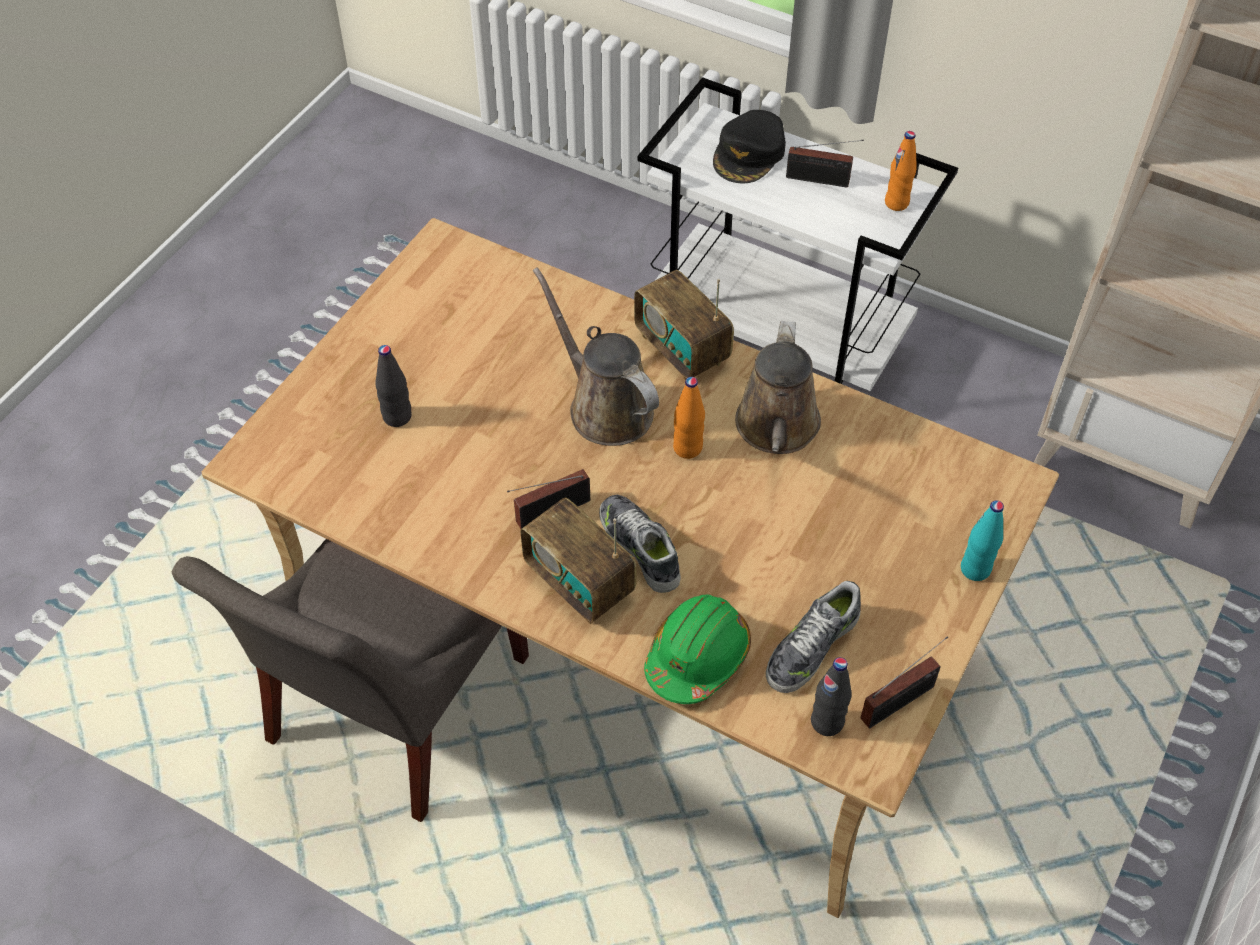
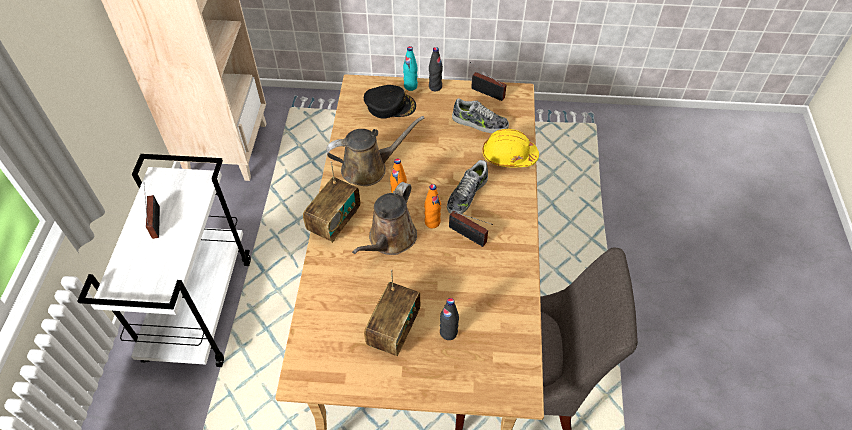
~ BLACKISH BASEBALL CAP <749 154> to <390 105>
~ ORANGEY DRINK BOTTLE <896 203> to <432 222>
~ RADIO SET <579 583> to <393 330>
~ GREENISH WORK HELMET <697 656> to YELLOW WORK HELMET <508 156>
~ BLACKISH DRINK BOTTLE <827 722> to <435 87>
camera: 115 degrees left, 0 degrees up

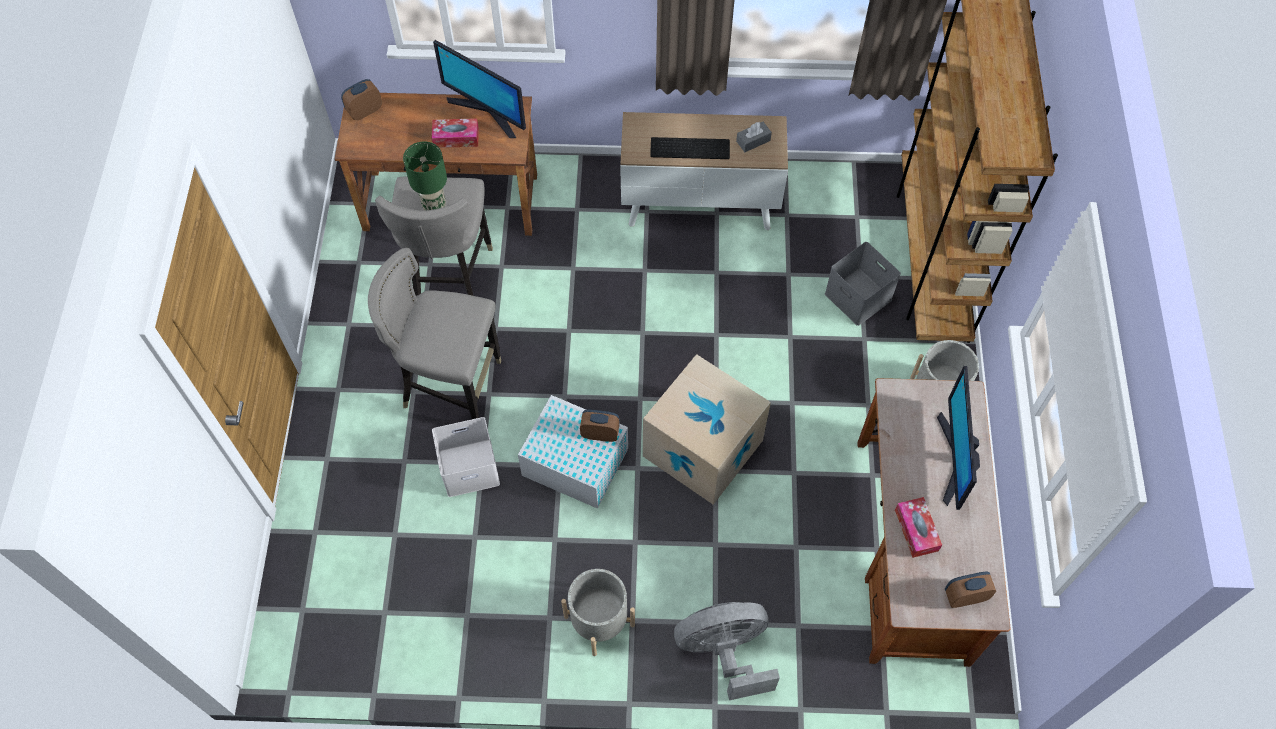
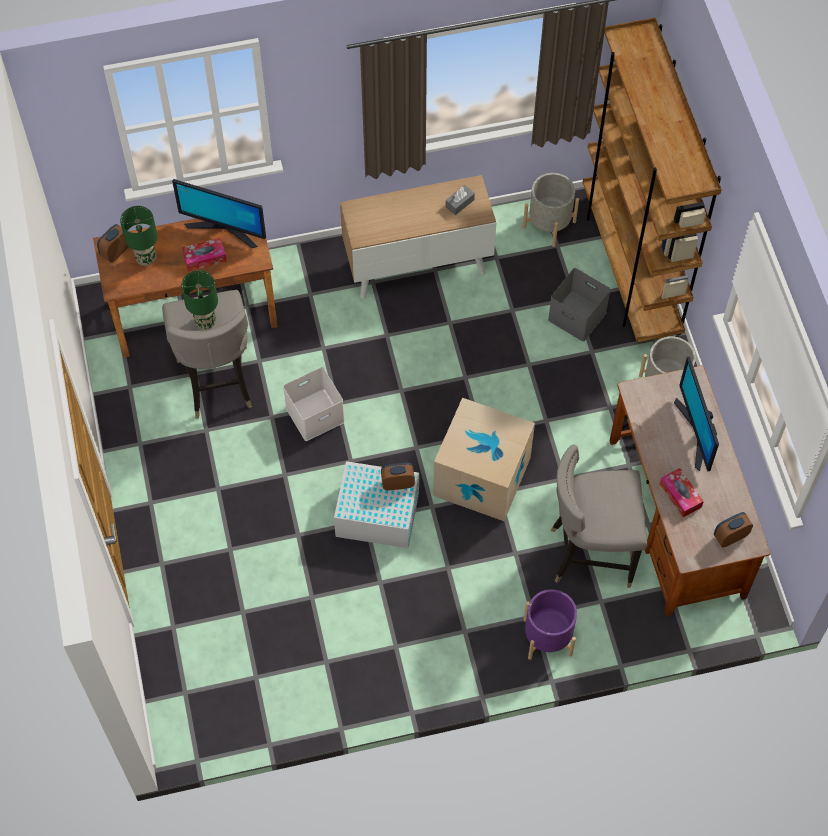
- COMPUTER KEYBOARD <690 147>
~ GREY SITTING STOOL <451 387> to <590 553>
~ WHITE-COLOURED STORAGE BOX <468 469> to <314 416>
~ GREY PLANTER <599 621> to <549 224>
~ GREY COOLING FAN <725 652> to PURPLE-COLOURED PLANTER <547 637>
+ GREENISH LAMP FOR A TABLE <146 258>
camera: 15 degrees left, 0 degrees up

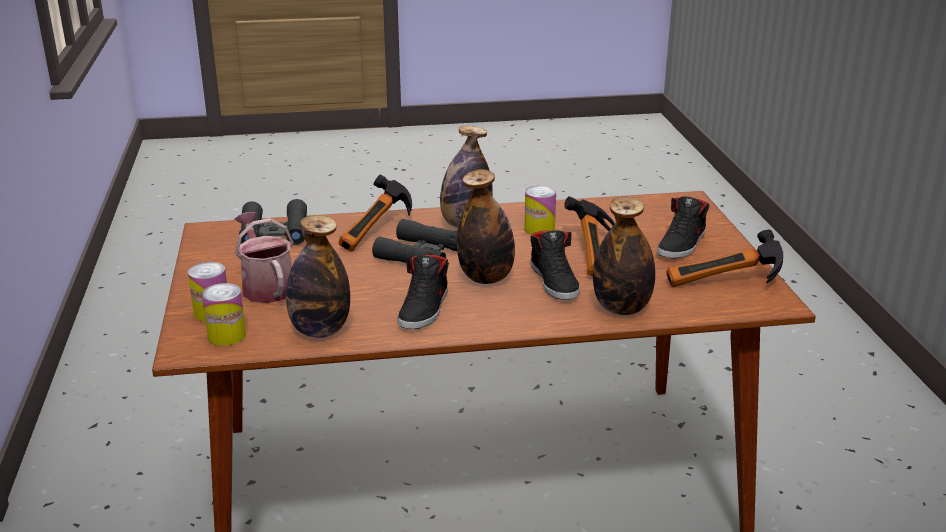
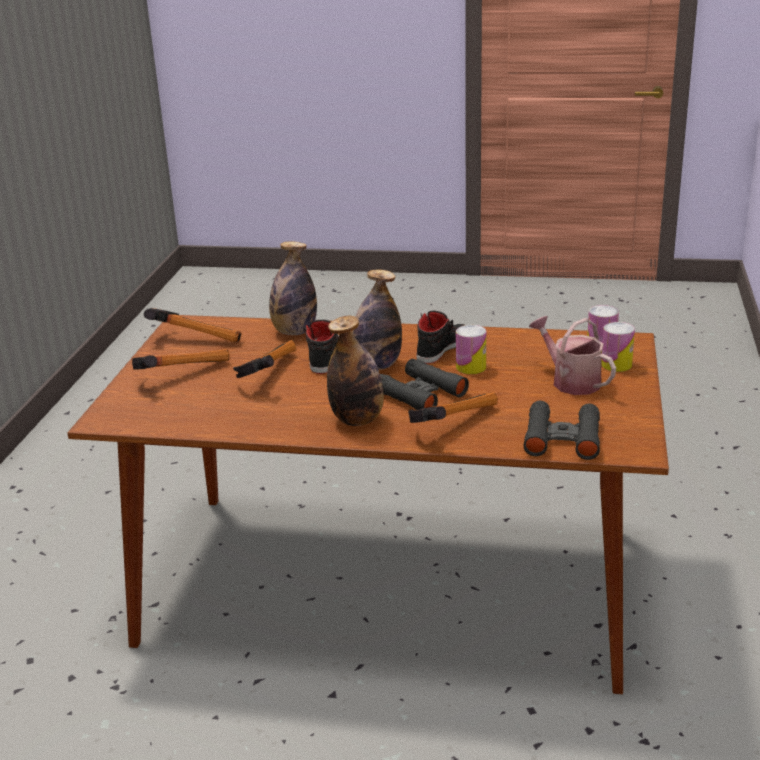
~ SEALED CAN <539 229> to <471 367>
~ BLACKISH ITEM OF FOOTWEAR <682 245> to HAND HAMMER <180 373>
~ SPRINKLING CAN <266 286> = <571 381> 150 degrees clockwise
- DRINK BOTTLE <320 330>
camera: 160 degrees left, 0 degrees up

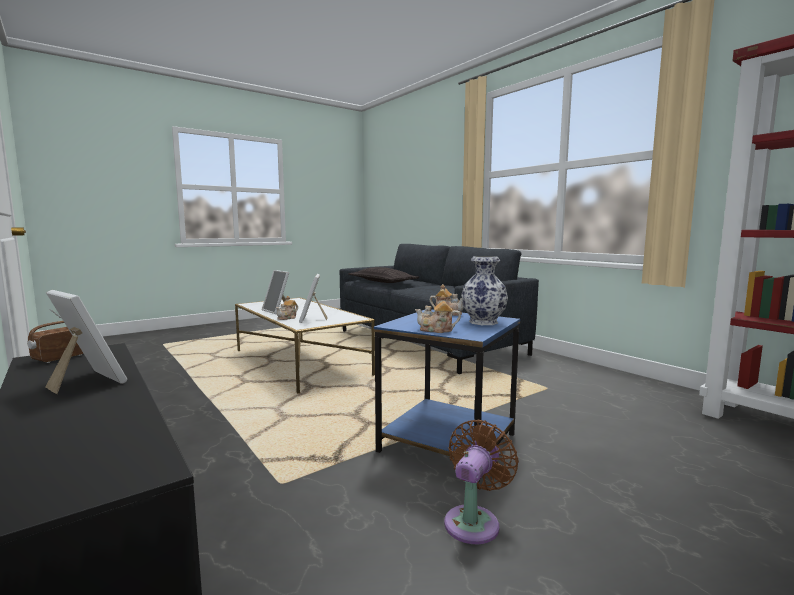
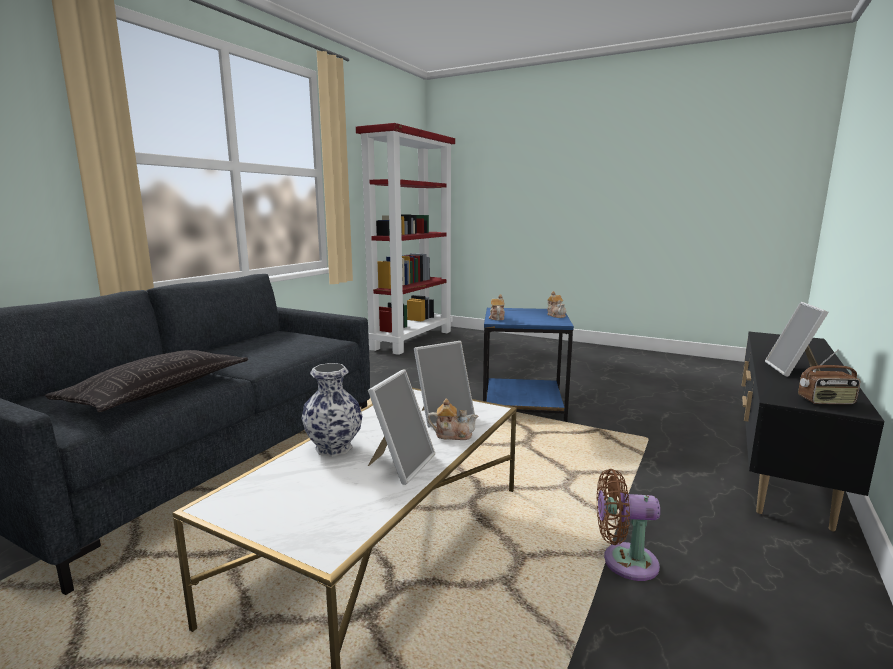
~ FLOWER VASE <482 322> to <334 448>
~ BROWNISH COOLING FAN <474 521> to <624 561>
camera: 115 degrees left, 5 degrees up

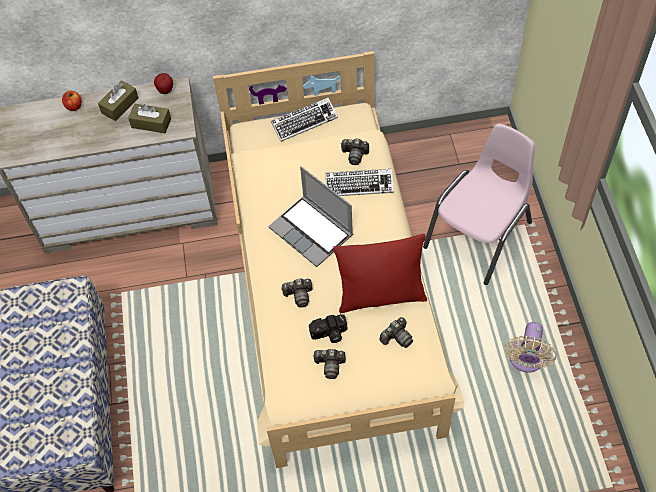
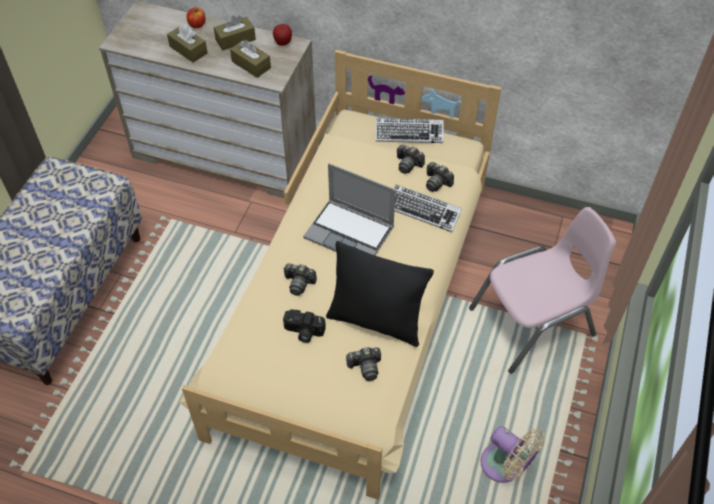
~ LAPTOP <312 232> = <350 232> 45 degrees counterclockwise
~ RED PILLOW <381 296> to BLACKISH PILLOW <376 321>
~ BEIGE COOLING FAN <526 360> = <505 466> 90 degrees counterclockwise
~ PHOTO CAMERA <330 365> to <408 164>
+ BROWNISH TISSUE BOX <188 50>
camera: 25 degrees right, 5 degrees down

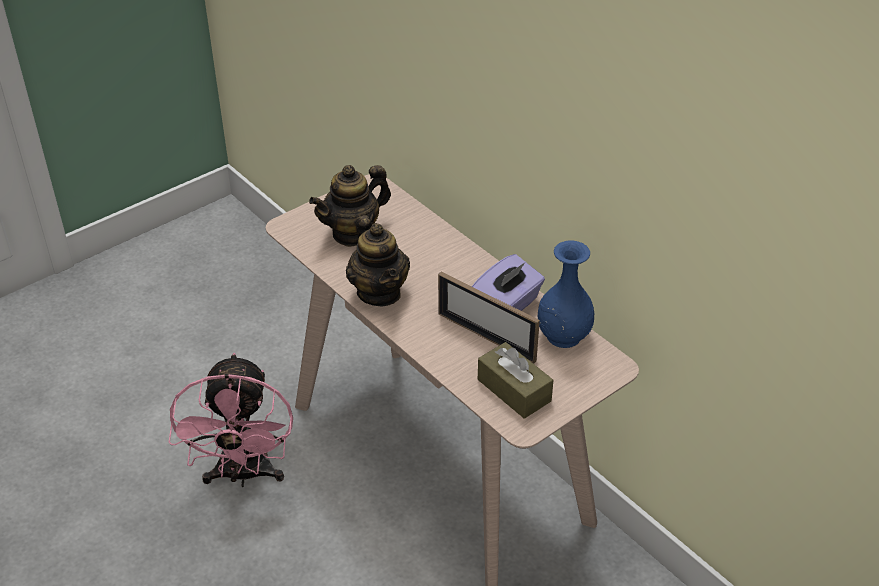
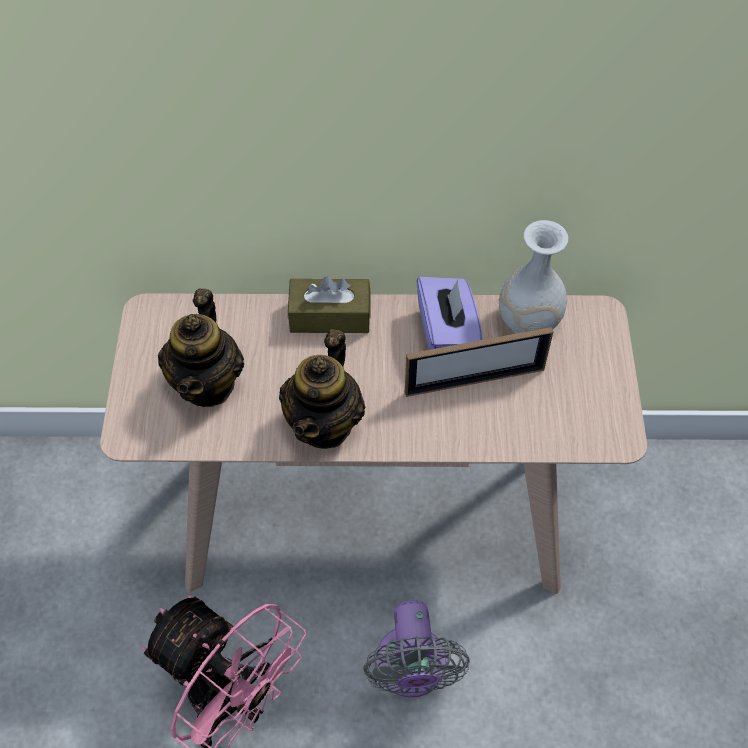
~ POT FOR TEA <379 292> = <325 423> 90 degrees clockwise
~ BLUISH FLOWER VASE <563 335> to WHITE-COLOURED FLOWER VASE <527 321>
~ BROWNISH TISSUE BOX <514 390> to <330 316>
+ GREY COOLING FAN <411 670>
camera: 50 degrees left, 15 degrees up

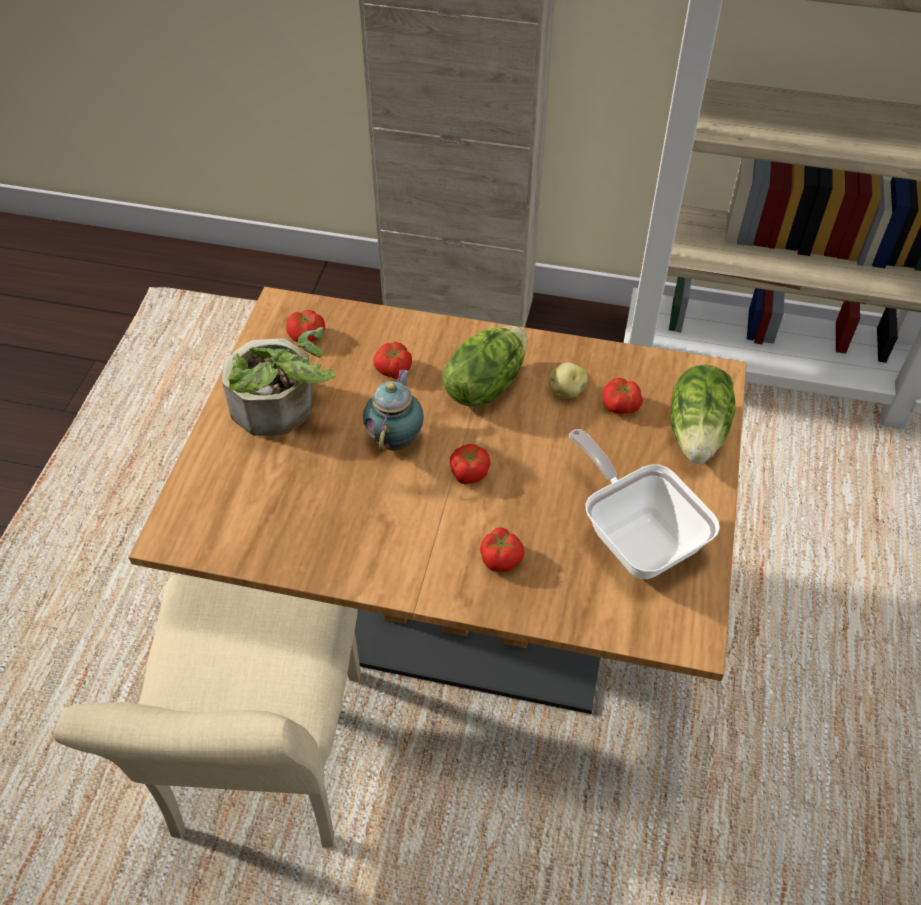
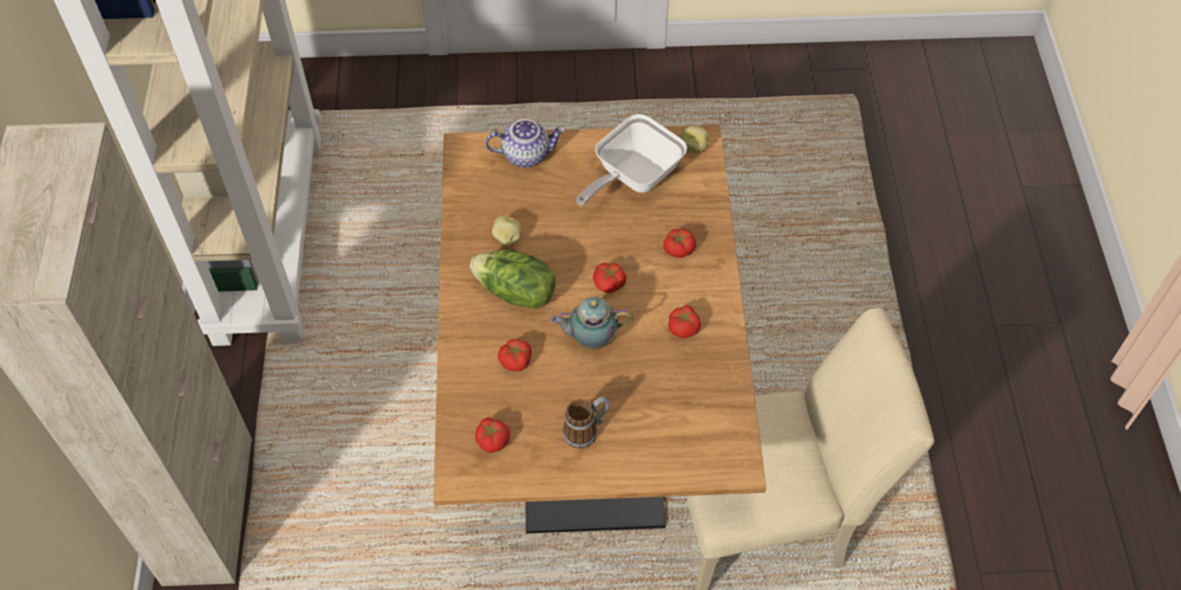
~ POTTED PLANT <282 410> to COFFEE MUG <586 430>
~ HEAD OF LETTUCE <698 432> to POT FOR TEA <526 154>
~ WHOLE TOMATO <620 406> to <684 328>
+ SPUD <694 147>
camera: 105 degrees left, 5 degrees up

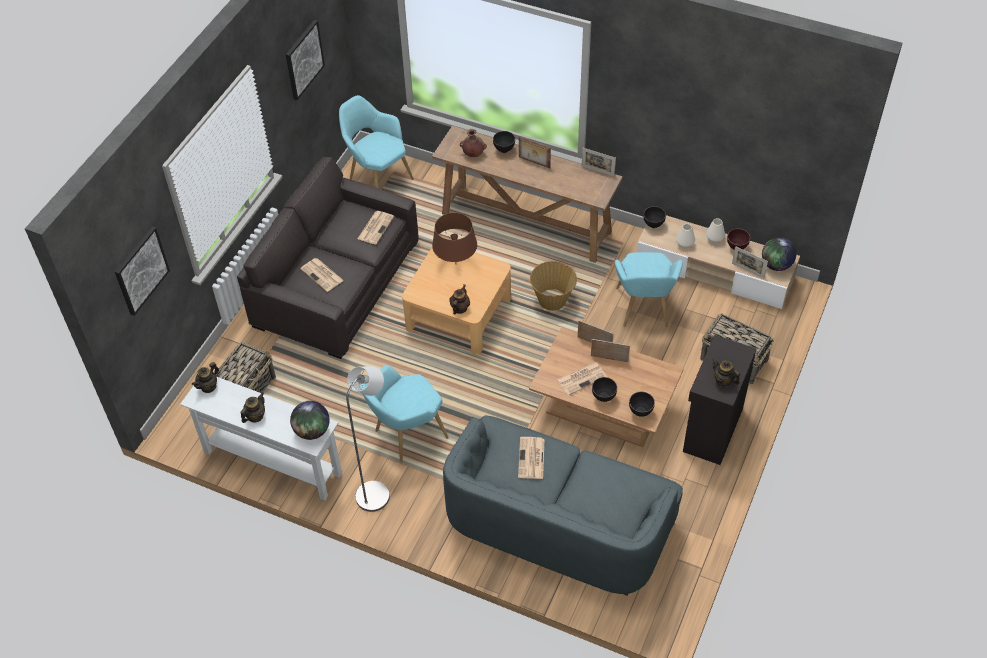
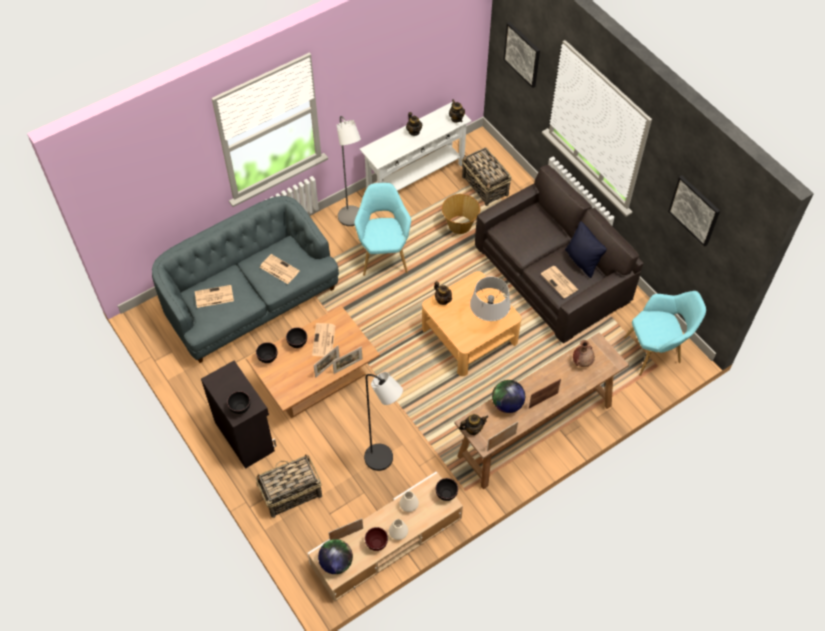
~ BLACKISH SERVING BOWL <504 150> to <240 409>
~ BROWNISH LAMP FOR A TABLE <456 264> to GREY LAMP FOR A TABLE <489 318>
~ TURQUOISE EASY CHAIR <643 311> to BLACKISH FLOOR LAMP <383 460>
~ PRINTED PAPER <322 275> to <213 297>
~ BASKET <552 299> to <460 225>
~ POT FOR TEA <723 381> to <472 429>
~ WORLD GLOBE <312 431> to <507 404>
+ BLACKISH PILLOW <582 261>
camera: 120 degrees right, 5 degrees up

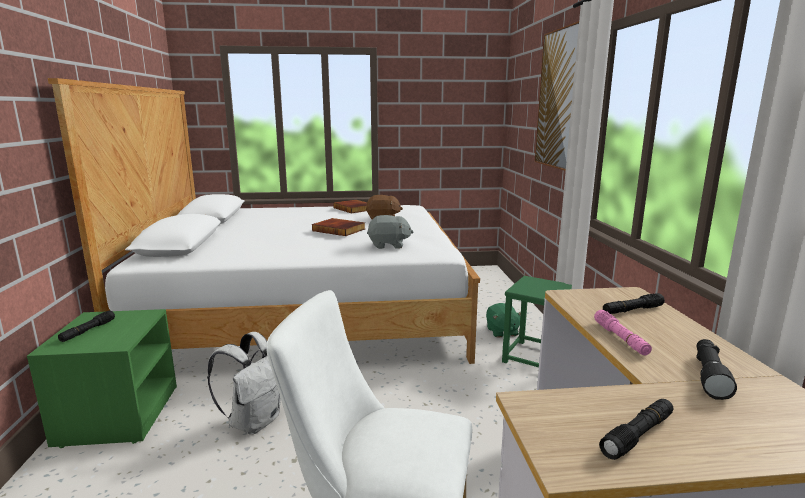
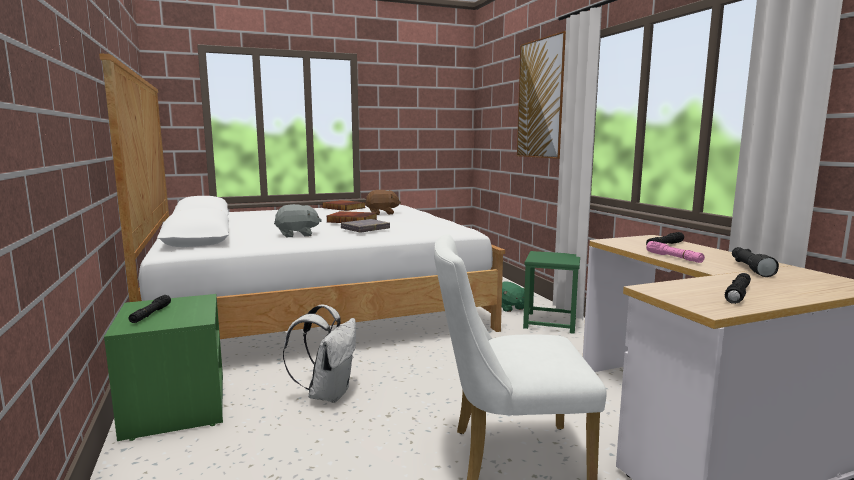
~ GREY SOFT TOY <389 245> to <297 235>
+ GREY VOLUME <365 229>
camera: 15 degrees left, 5 degrees down

